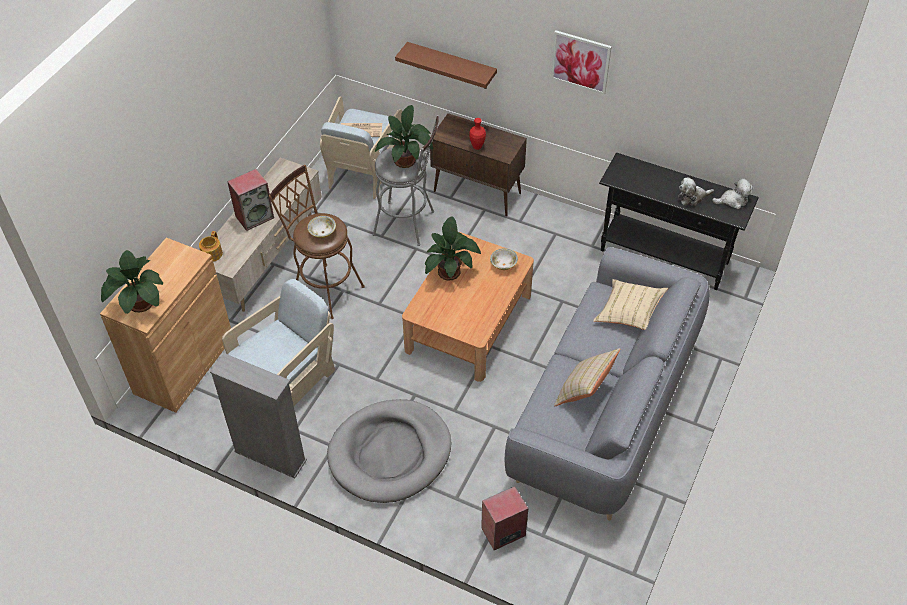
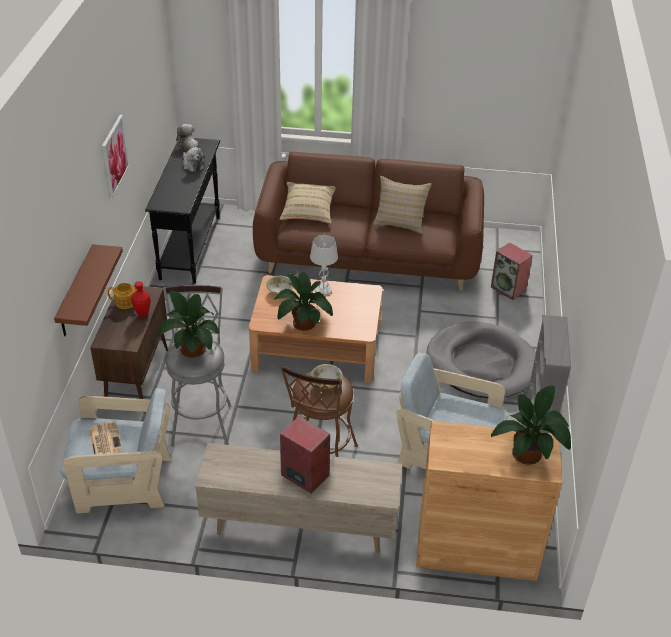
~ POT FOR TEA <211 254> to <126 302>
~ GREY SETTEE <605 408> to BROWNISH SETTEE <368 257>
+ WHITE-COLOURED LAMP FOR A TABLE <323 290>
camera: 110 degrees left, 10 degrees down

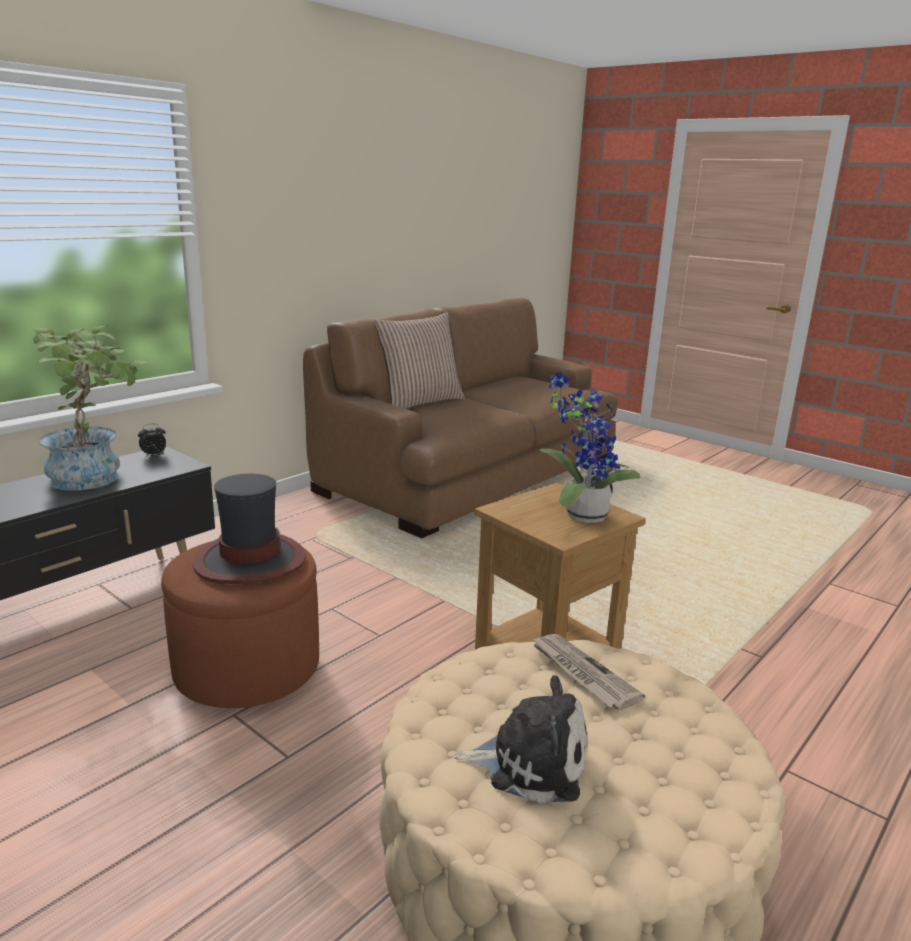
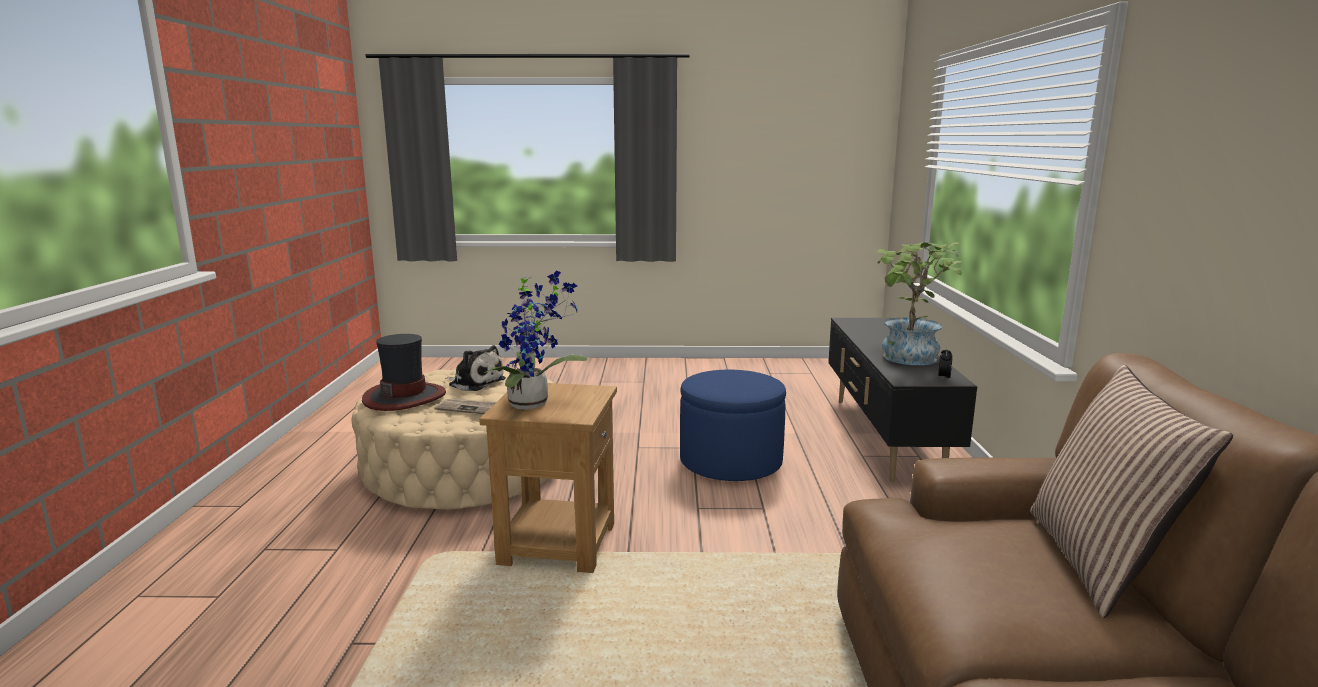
~ WEARABLE HAT <249 561> to <405 397>
~ BROWNISH POUFFE <247 668> to BLUISH POUFFE <730 462>
~ SOFT TOY <530 762> = <475 382> 120 degrees counterclockwise
camera: 140 degrees right, 5 degrees down

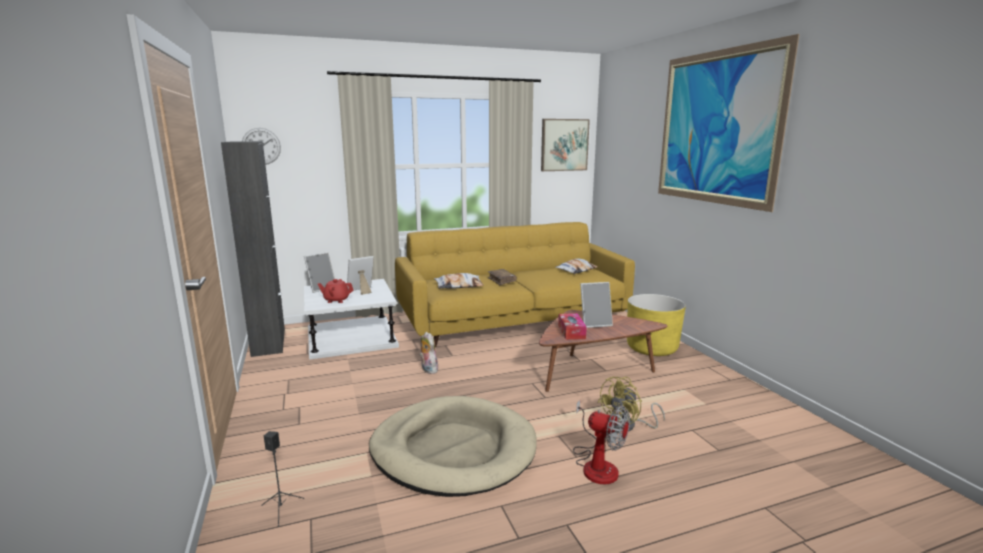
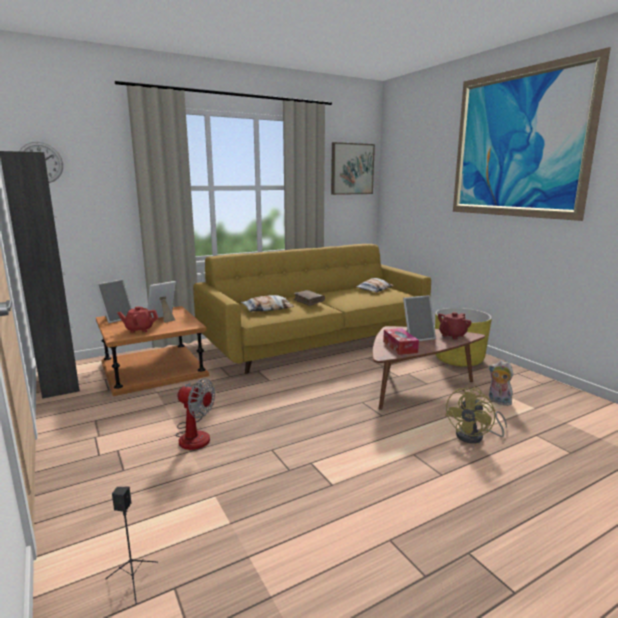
~ WHITE-COLOURED ACCENT TABLE <351 337> to ORANGEY ACCENT TABLE <153 369>
~ SOFT TOY <428 369> to <498 401>
- BEIGE PET BED <453 450>
~ COOLING FAN <596 464> to <194 434>
+ RED POT FOR TEA <452 335>
camera: 10 degrees left, 0 degrees up

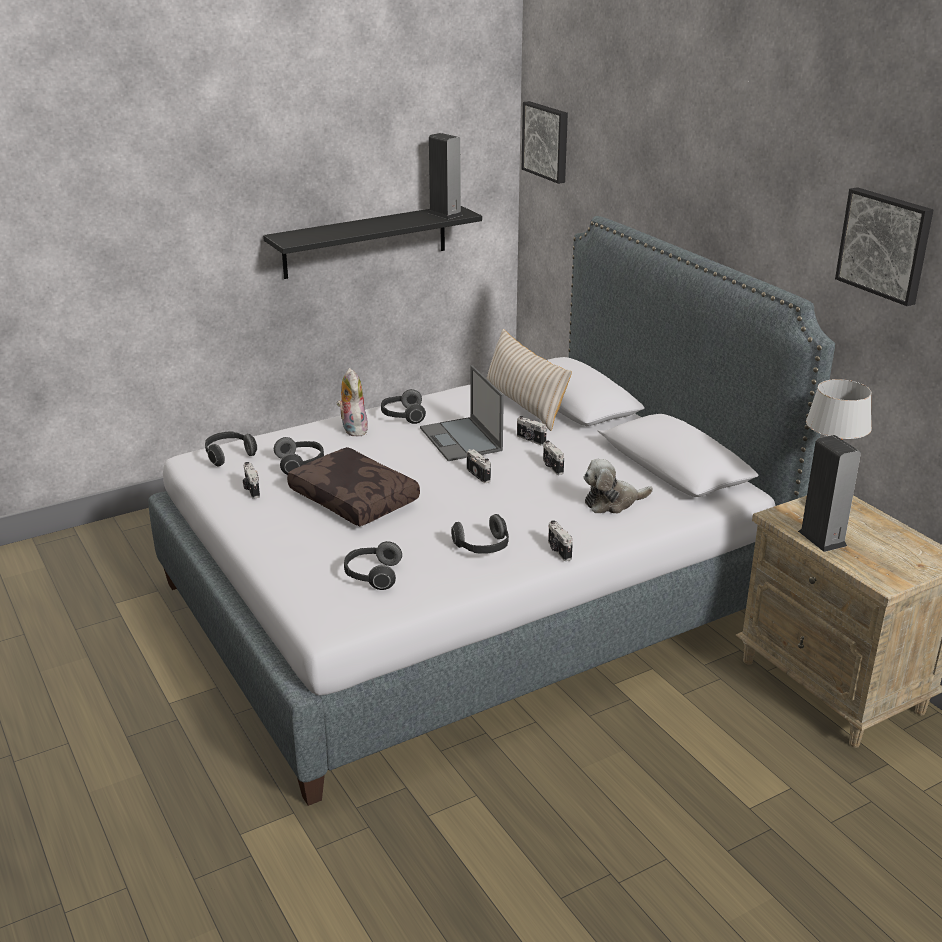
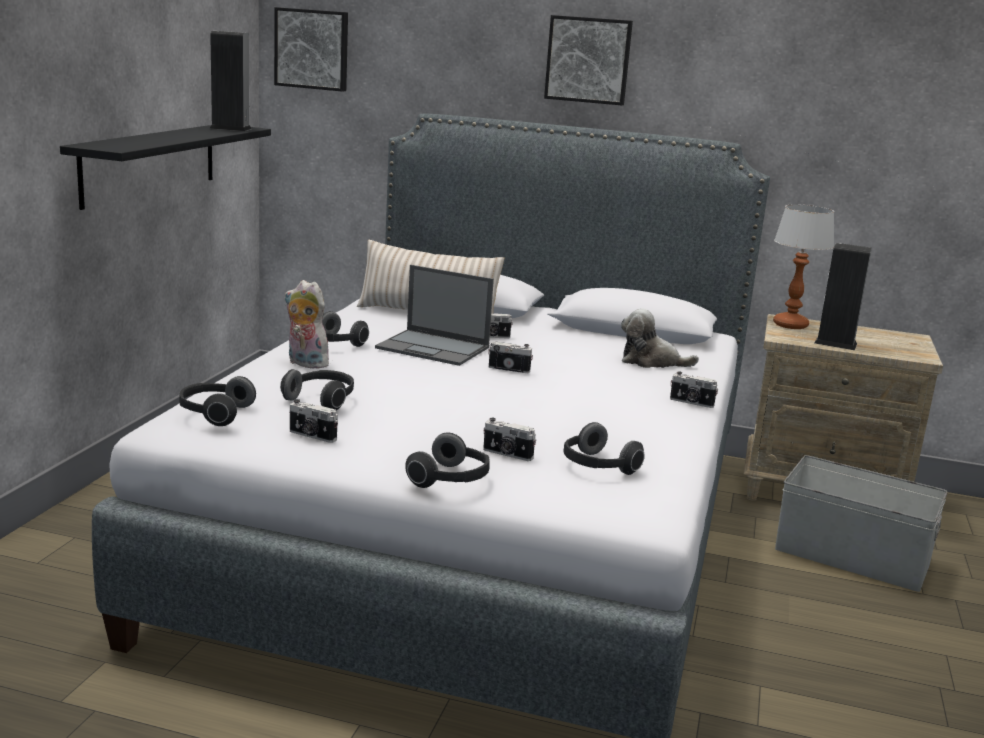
~ WALL ART <885 245> to <588 60>
~ PHOTO CAMERA <552 467> to <507 454>
- BROWNISH PILLOW <356 499>
~ SOFT TOY <612 502> = <651 362> 75 degrees clockwise
~ PAIR OF HEADPHONES <483 548> to <451 480>
+ GREY STORAGE BOX <851 556>
camera: 45 degrees left, 10 degrees down

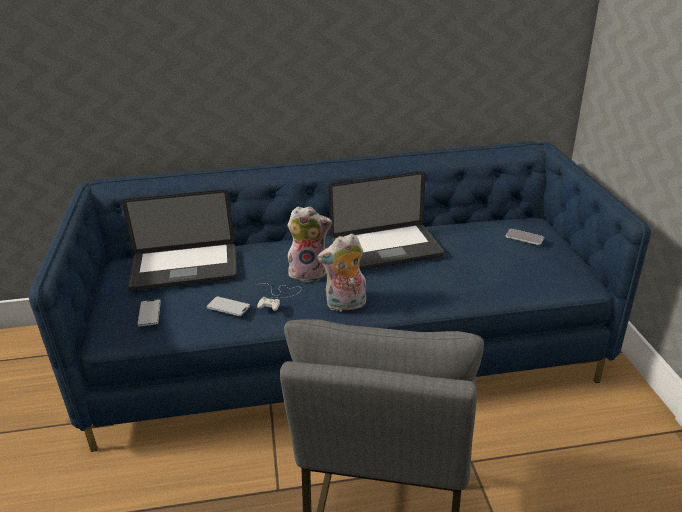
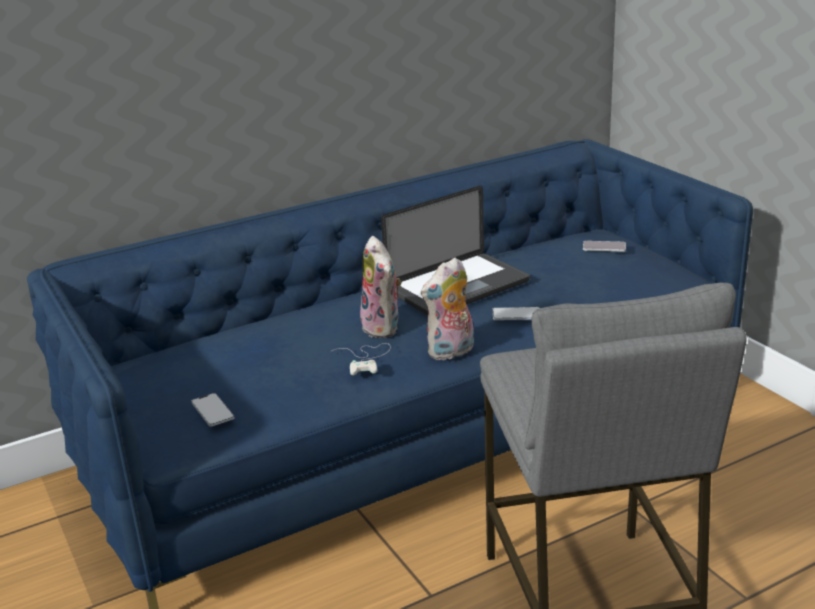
- LAPTOP <184 268>
~ SOFT TOY <309 272> = <384 327> 90 degrees clockwise
~ HANDSET <228 307> to <516 315>
camera: 20 degrees left, 5 degrees down

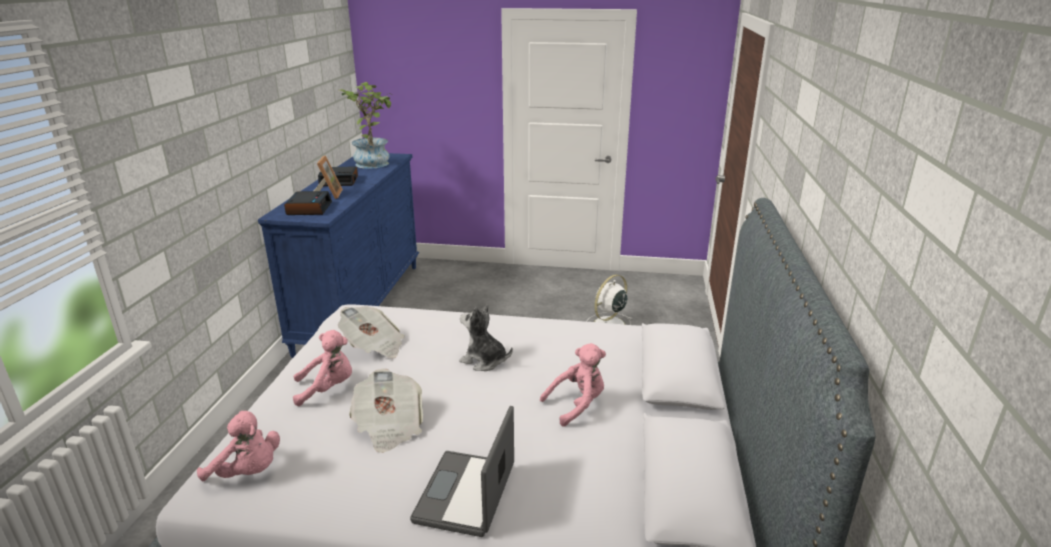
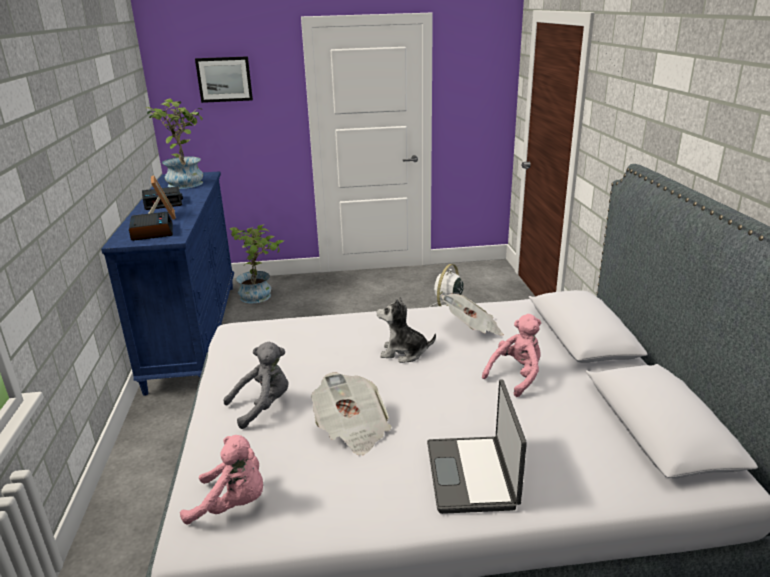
~ PRINTED PAPER <374 346> to <472 329>
~ PINK SOFT TOY <328 388> to GREY SOFT TOY <263 406>
+ WALL ART <224 79>
+ POTTED PLANT <260 295>
camera: 15 degrees left, 0 degrees up

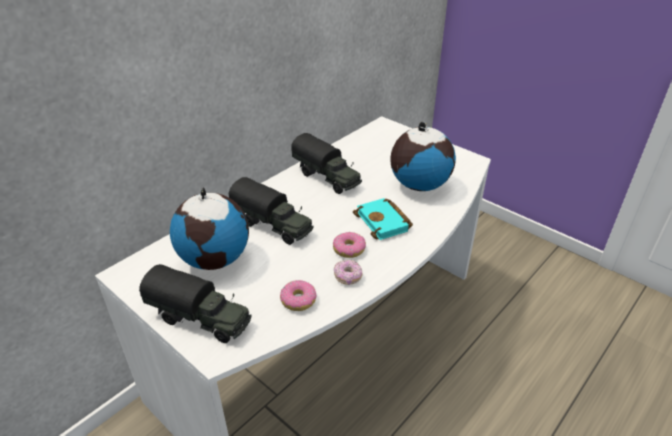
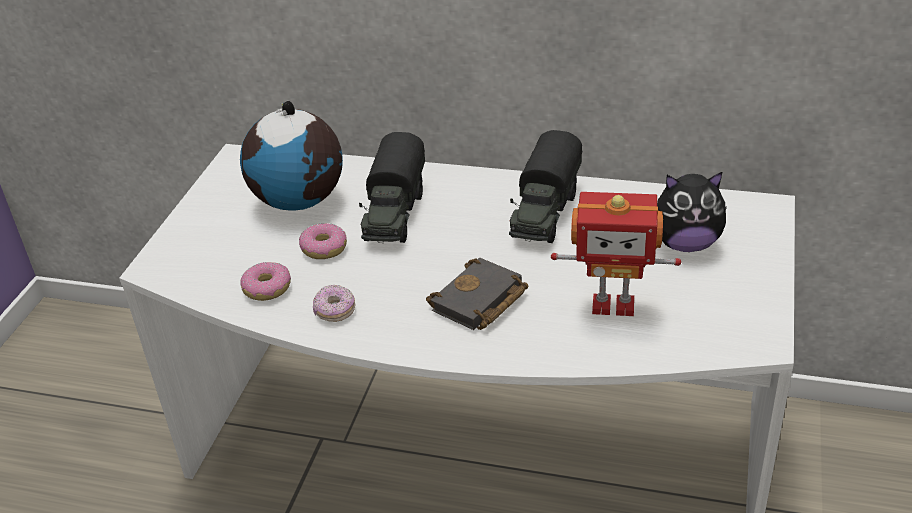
~ WORLD GLOBE <419 185> to MODEL ROBOT <613 304>
~ TURQUOISE VOLUME <384 223> to BLACKISH VOLUME <479 302>
~ DOUGHNUT <349 249> to <324 248>
- MODEL TRUCK <201 319>
+ SOFT TOY <686 244>
camera: 65 degrees right, 0 degrees up

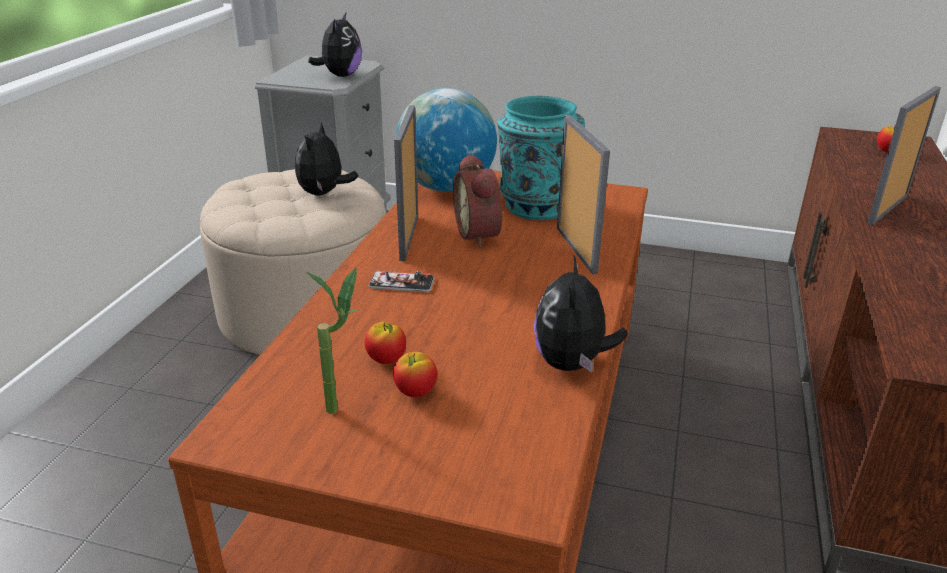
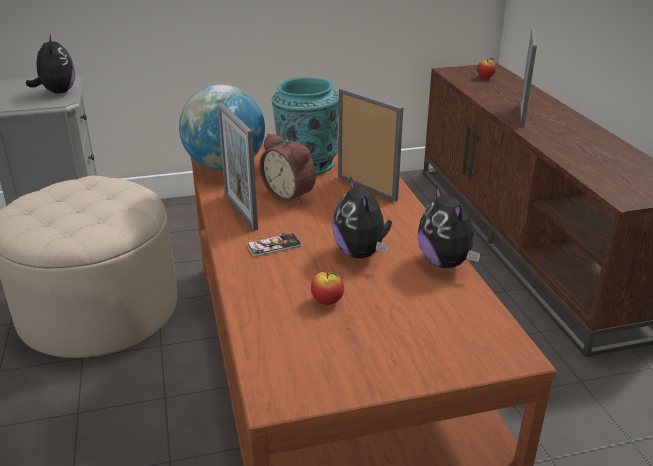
~ SOFT TOY <324 193> to <361 253>
- POTTED PLANT <344 407>
- APPLE FRUIT <415 393>
camera: 30 degrees left, 0 degrees up

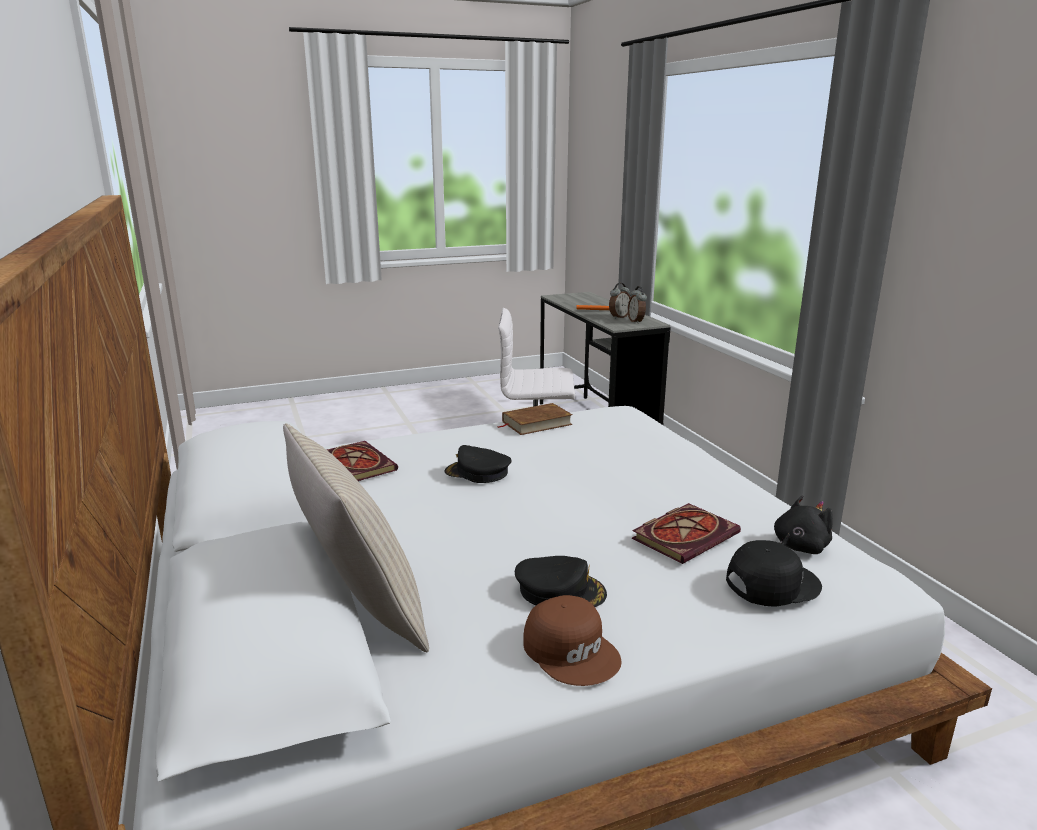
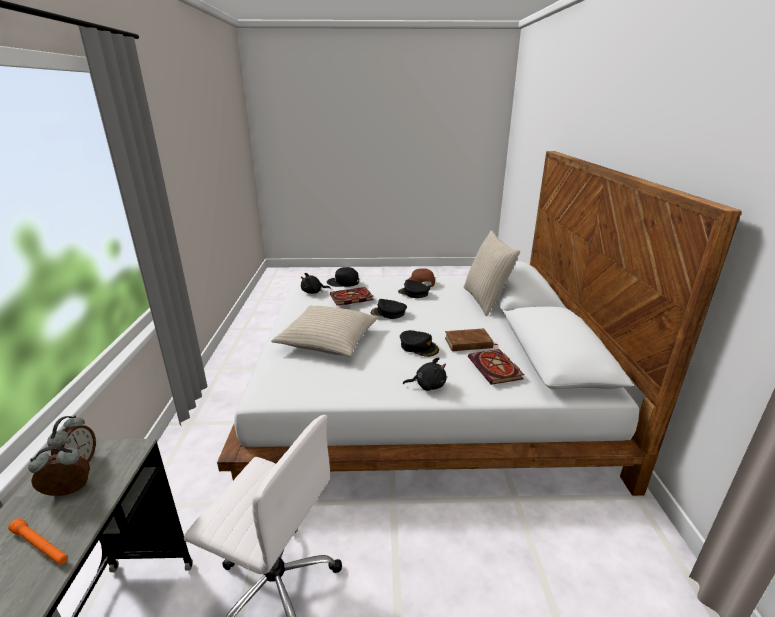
~ BROWNISH VOLUME <536 423> to <468 343>
+ BLACKISH BASEBALL CAP <388 313>
+ BEIGE PILLOW <328 339>
+ BLACKISH SOFT TOY <428 385>
camera: 160 degrees left, 5 degrees up

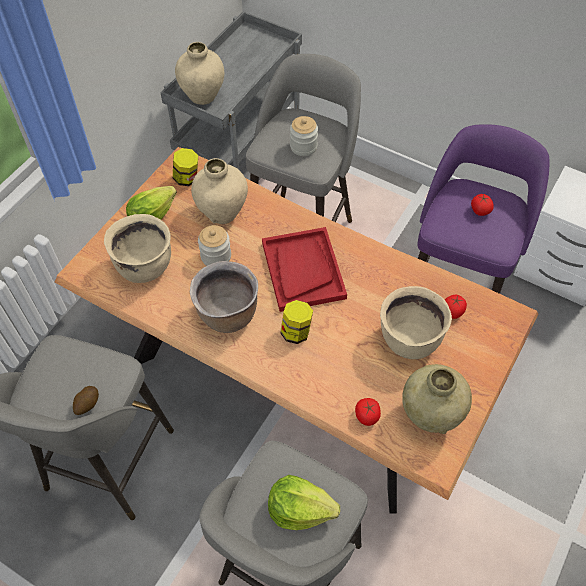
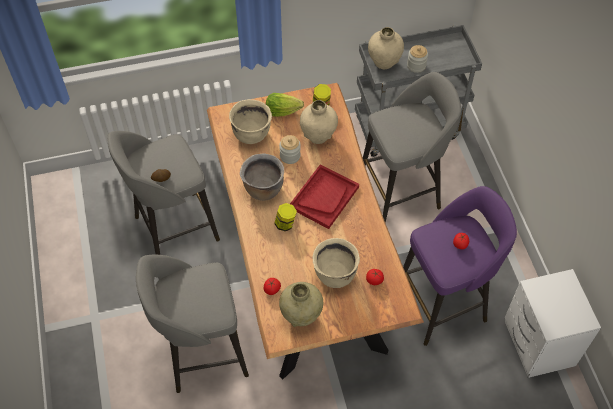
~ STORAGE JAR <303 147> to <416 66>
- HEAD OF LETTUCE <299 508>
camera: 45 degrees right, 0 degrees up

